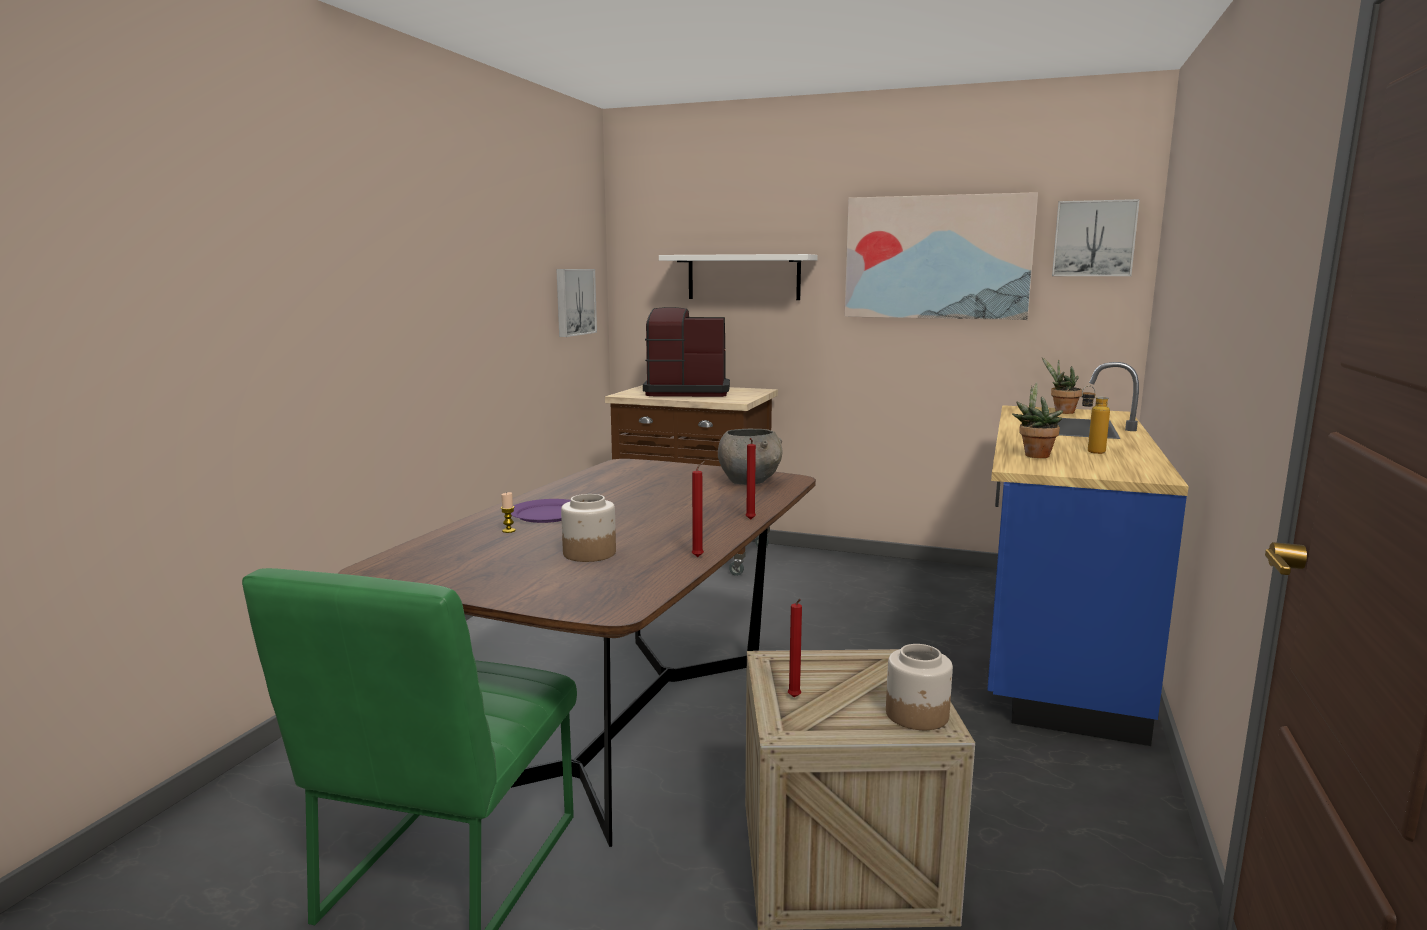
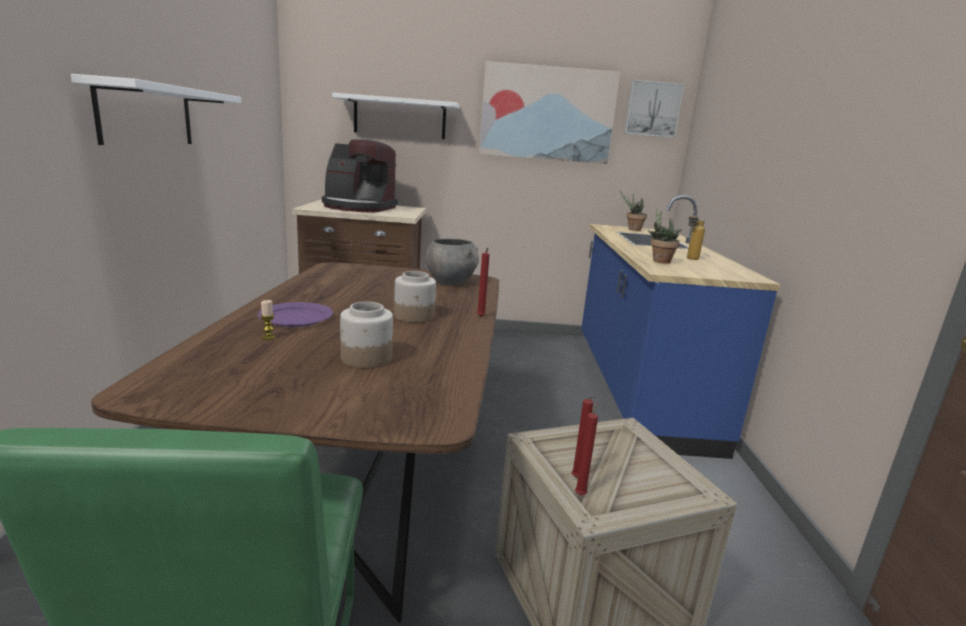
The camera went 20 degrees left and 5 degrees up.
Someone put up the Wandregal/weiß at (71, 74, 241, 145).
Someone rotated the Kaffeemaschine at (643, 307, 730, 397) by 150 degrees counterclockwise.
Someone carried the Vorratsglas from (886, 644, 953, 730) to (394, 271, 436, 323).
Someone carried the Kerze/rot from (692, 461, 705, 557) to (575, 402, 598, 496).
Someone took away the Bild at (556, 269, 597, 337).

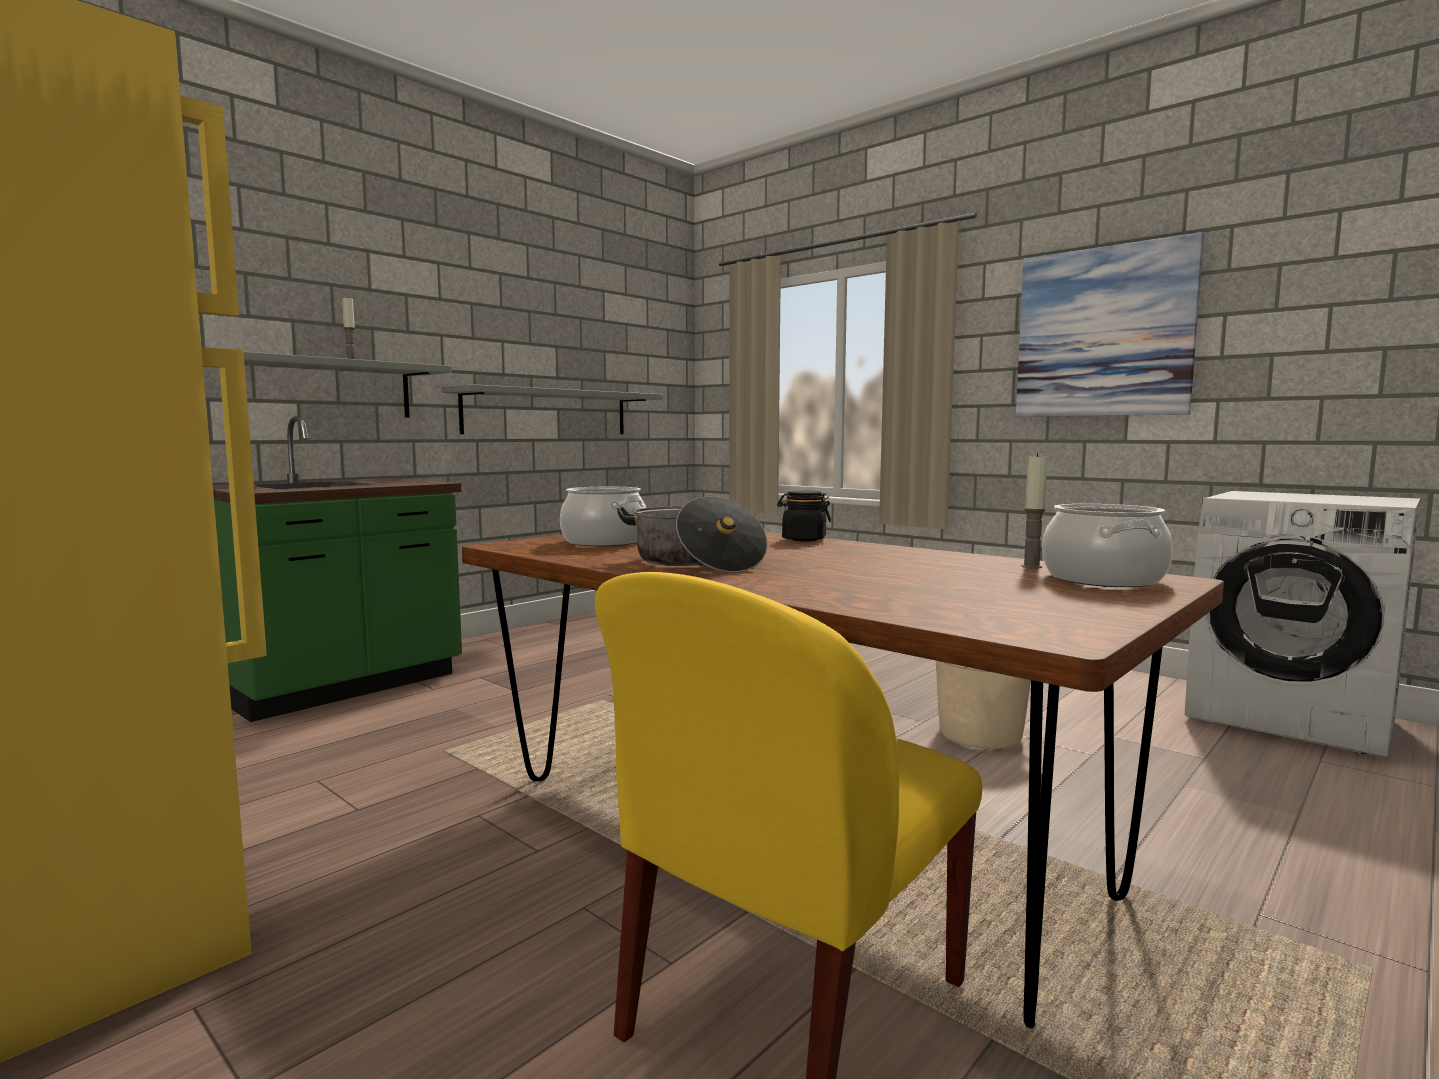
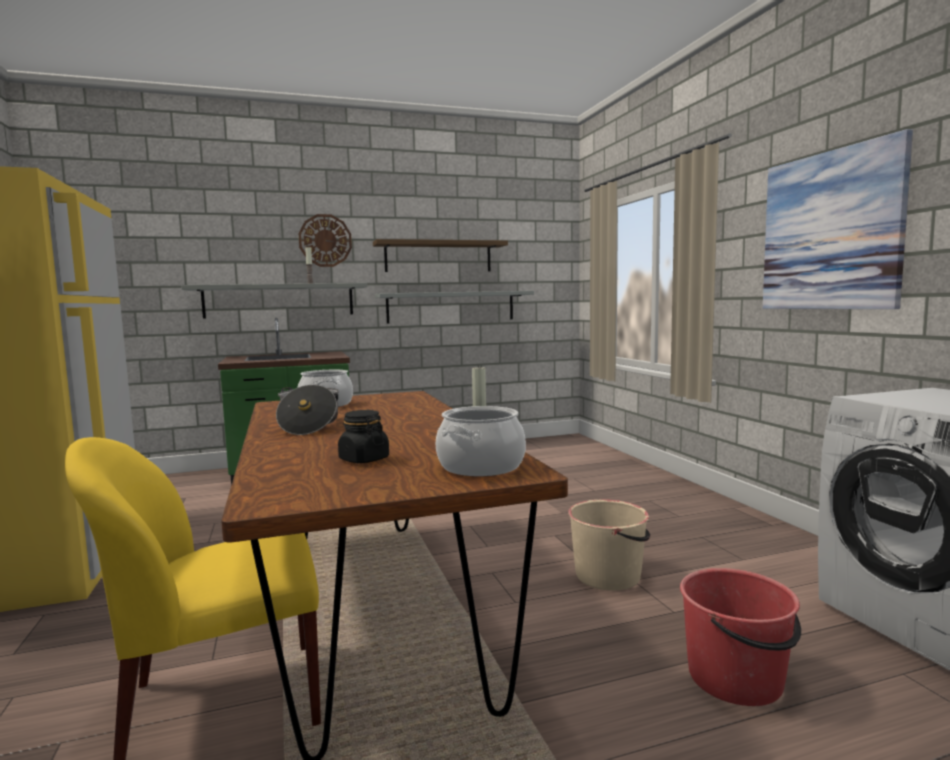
The camera went 30 degrees right and 0 degrees up.
Someone put up the Wanduhr at (298, 214, 352, 267).
Someone carried the Vorratsglas/schwarz from (777, 490, 831, 541) to (338, 410, 389, 463).
Someone put up the Wandregal at (373, 239, 508, 272).
Someone put down the Eimer/rot at (680, 568, 801, 706).

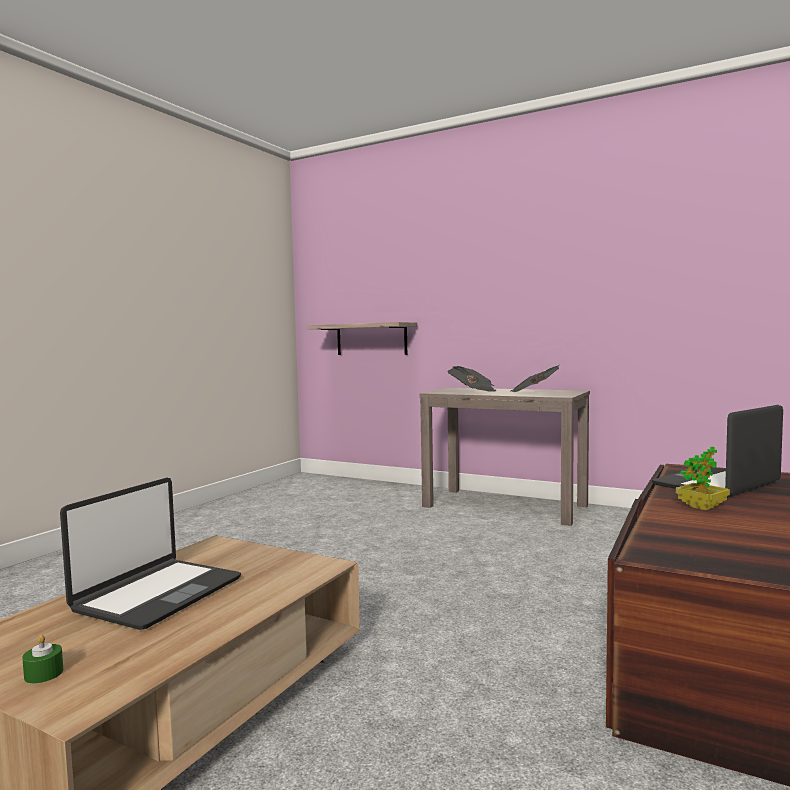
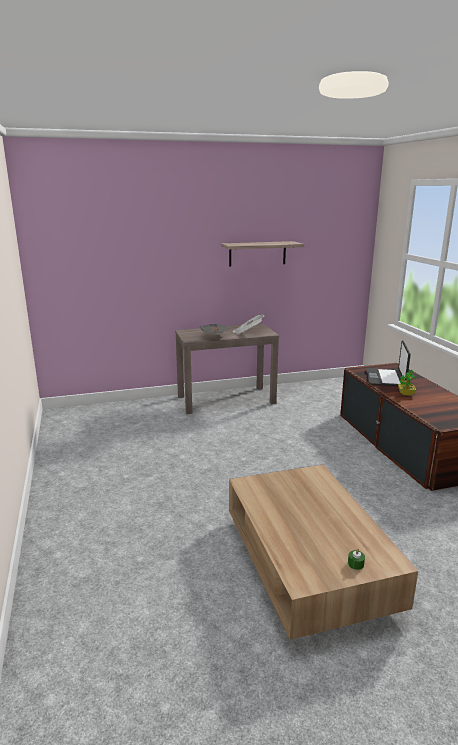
The camera went 45 degrees left and 15 degrees up.
Someone carried the Wandregal from (307, 322, 417, 355) to (221, 241, 305, 267).
Someone took away the Laptop at (60, 478, 241, 630).

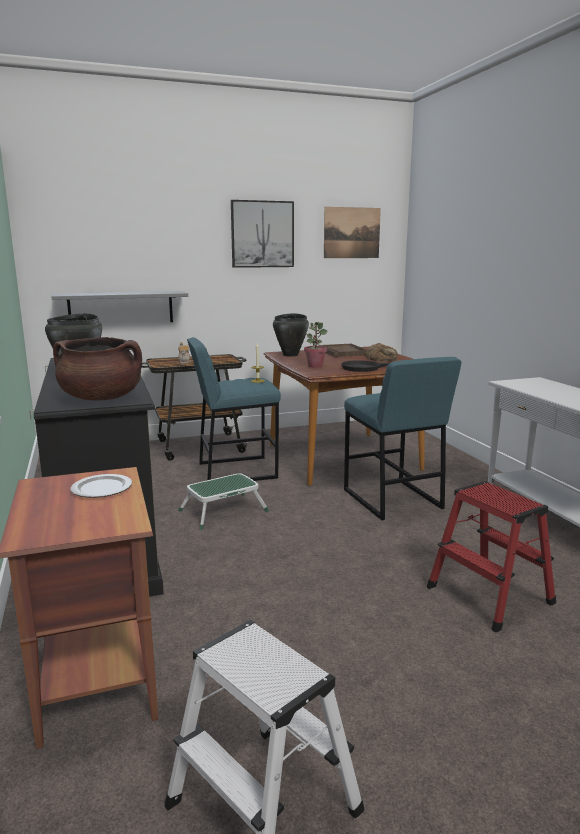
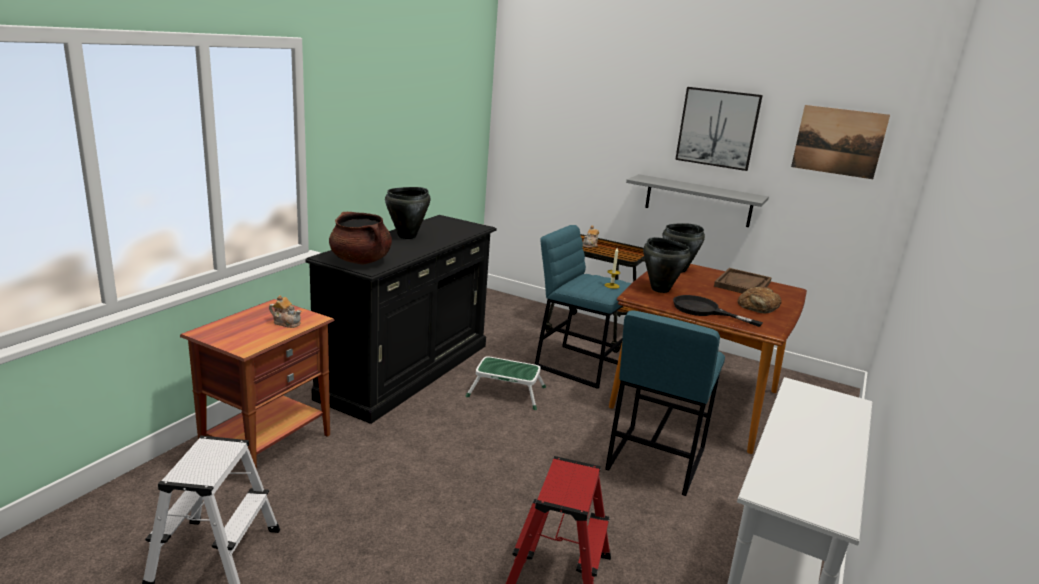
The camera went 45 degrees right and 5 degrees up.
Someone swapped the Teller at (70, 474, 132, 498) for the Teekanne at (269, 295, 301, 328).
Someone carried the Wandregal/grau from (51, 291, 188, 322) to (626, 174, 769, 227).
Someone swapped the Topfpflanze at (304, 322, 328, 368) for the Kochtopf/schwarz at (643, 237, 690, 293).

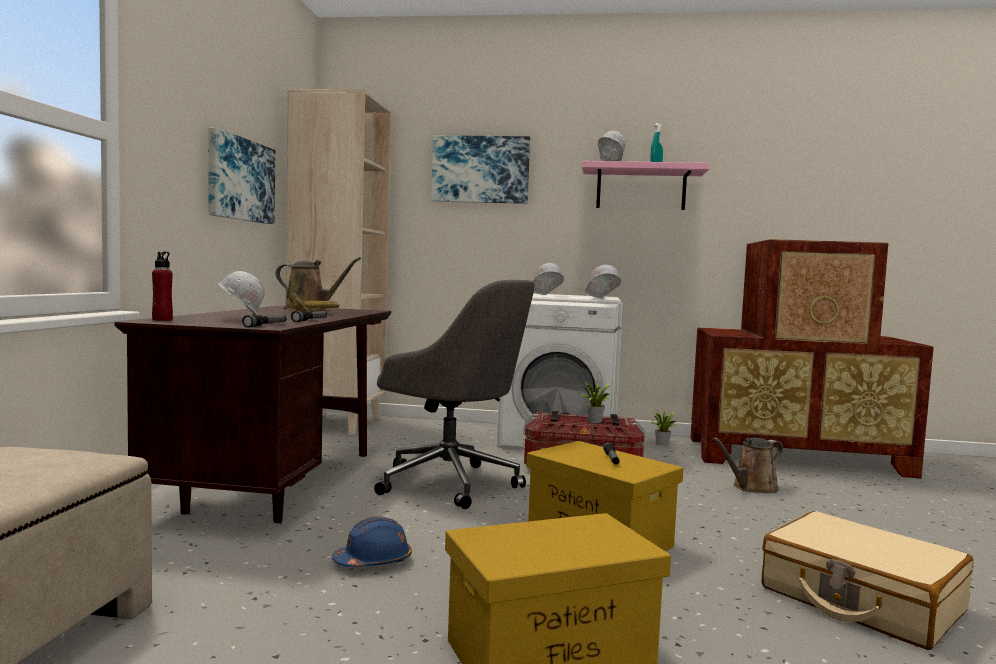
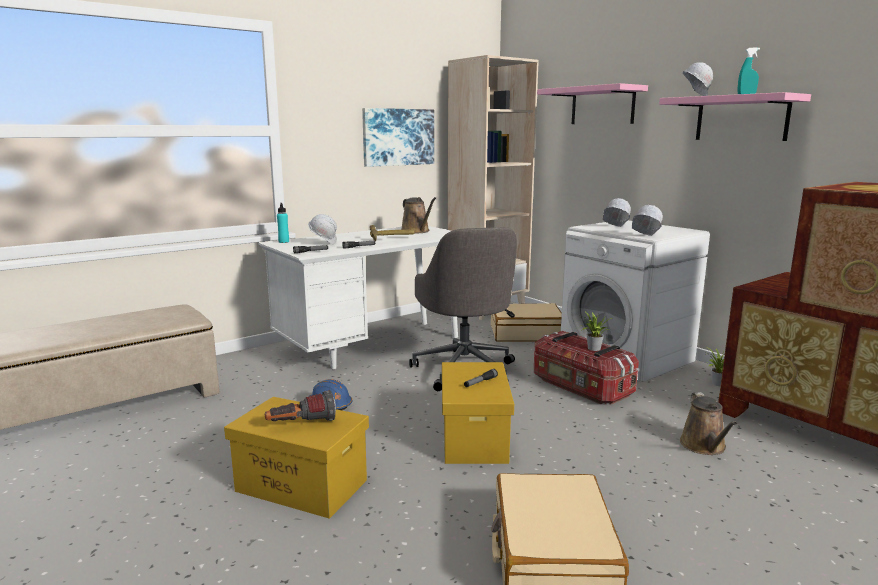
The camera went 45 degrees right and 10 degrees up.
Someone repainted the Schreibtisch/braun at (114, 306, 391, 523), which became the Schreibtisch/weiß at (258, 226, 458, 370).
Someone put down the Taschenlampe at (265, 390, 336, 421).
Someone repainted the Flasche/rot at (152, 252, 173, 321), which became the Flasche/türkis at (277, 203, 289, 243).
Someone put down the Koffer/beige at (491, 303, 562, 342).
Someone swapped the Bild at (431, 135, 530, 204) for the Wandregal/rosa at (537, 83, 648, 124).
Someone rotated the Gießkanne/braun at (712, 437, 783, 493) by 105 degrees counterclockwise.

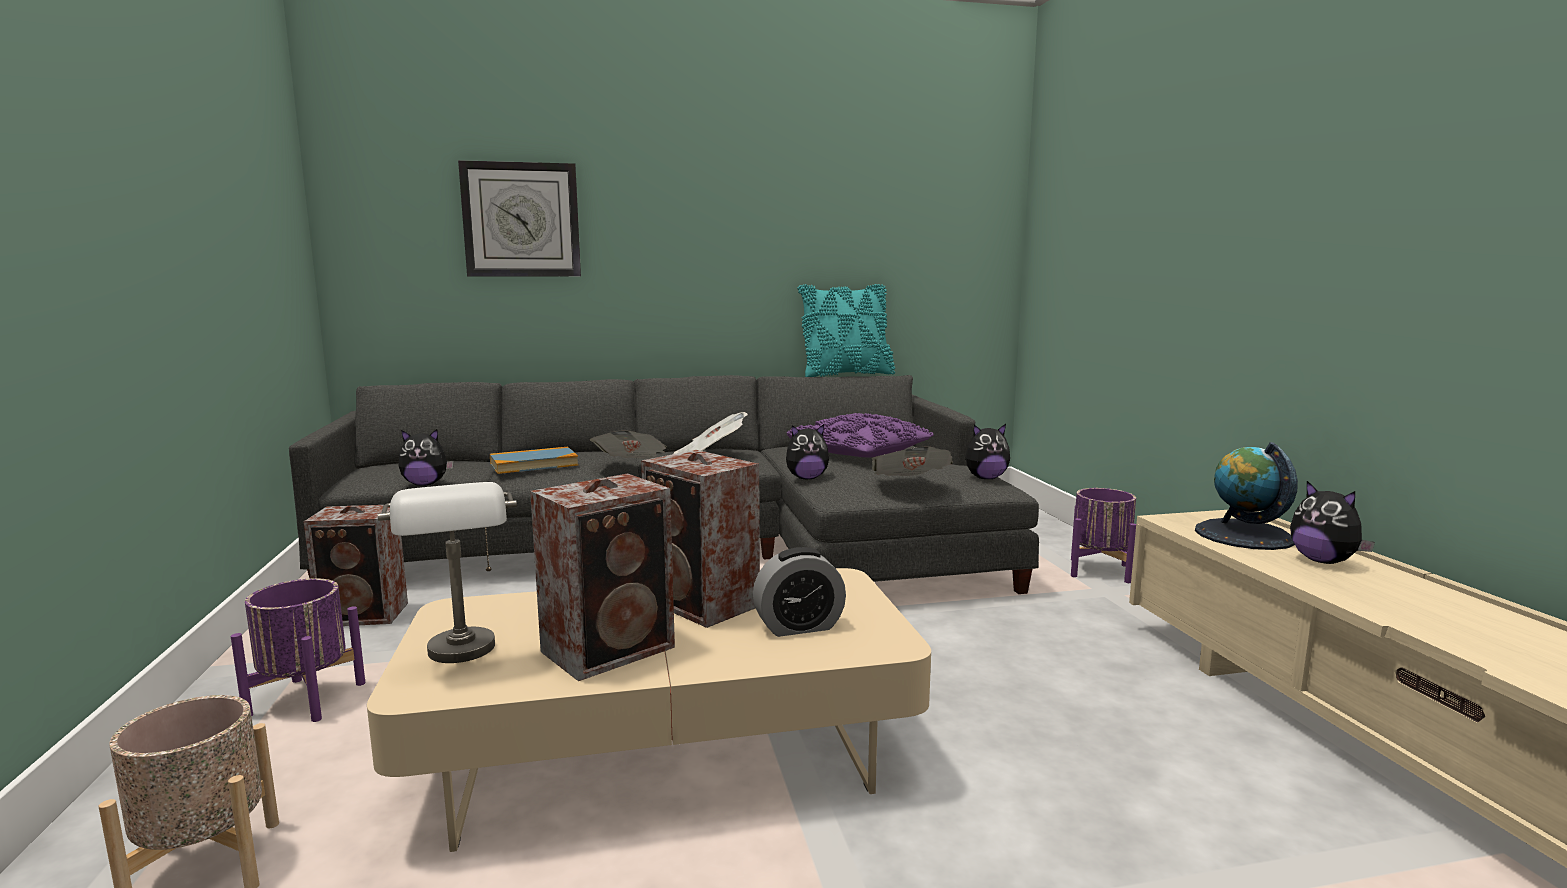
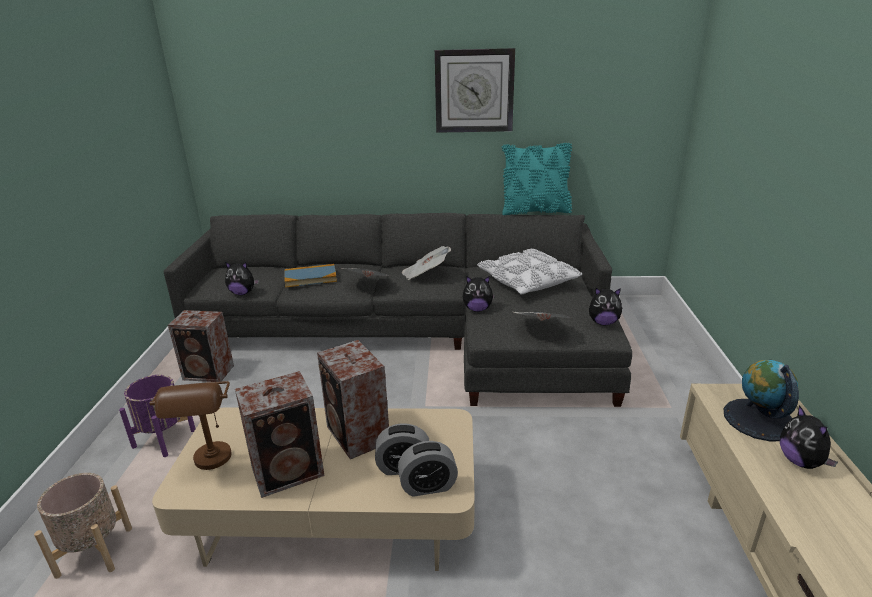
The camera went 15 degrees right and 15 degrees up.
Someone repainted the Tischlampe/grau at (378, 482, 517, 663), which became the Tischlampe/braun at (150, 381, 232, 470).
Someone put down the Wecker at (398, 441, 458, 497).
Someone carried the Wanduhr from (458, 160, 581, 276) to (435, 48, 515, 133).
Someone repainted the Kissen/lila at (787, 413, 934, 457), which became the Kissen/weiß at (477, 249, 582, 295).
Someone took away the Pflanzkübel/lila at (1071, 488, 1136, 583).

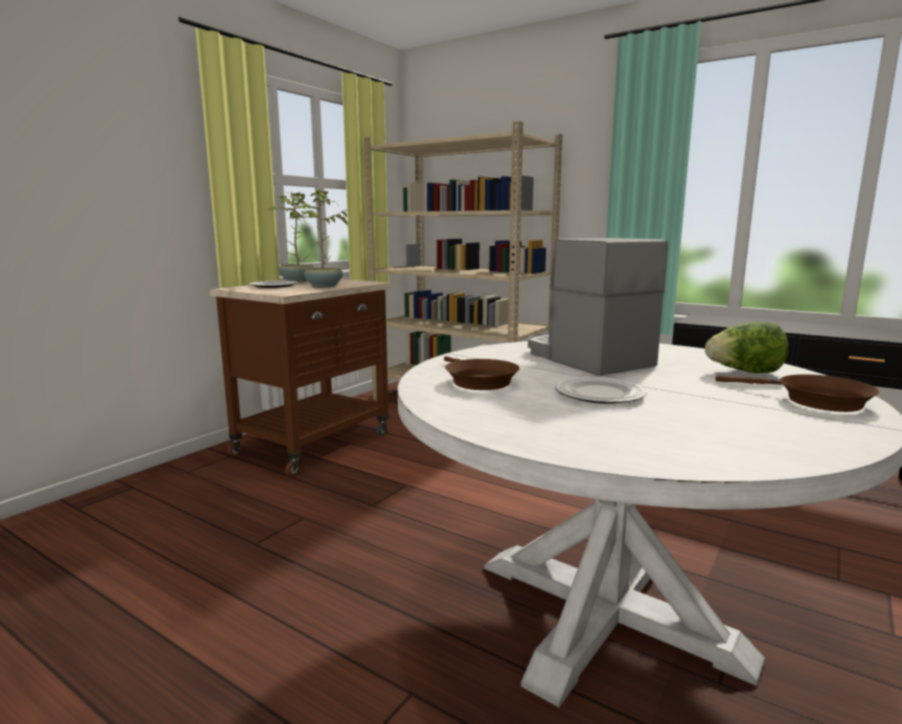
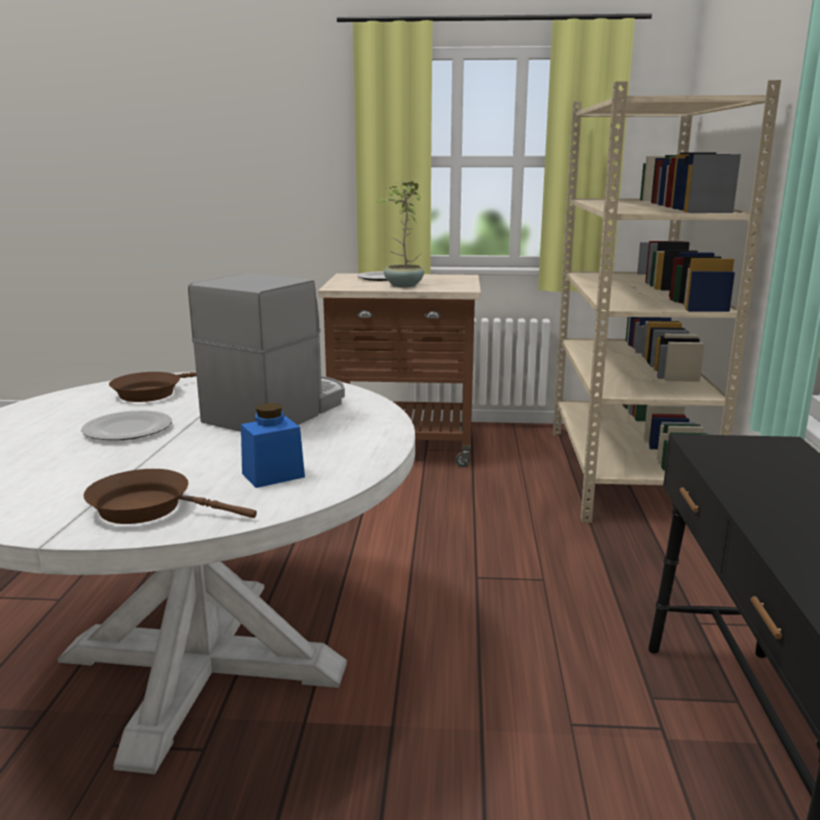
The camera went 60 degrees right and 5 degrees up.
Someone rotated the Pfanne/braun at (715, 374, 879, 412) by 90 degrees clockwise.
Someone swapped the Salatkopf at (705, 321, 788, 373) for the Vorratsglas/blau at (241, 403, 305, 488).
Someone took away the Topfpflanze at (269, 192, 314, 282).

